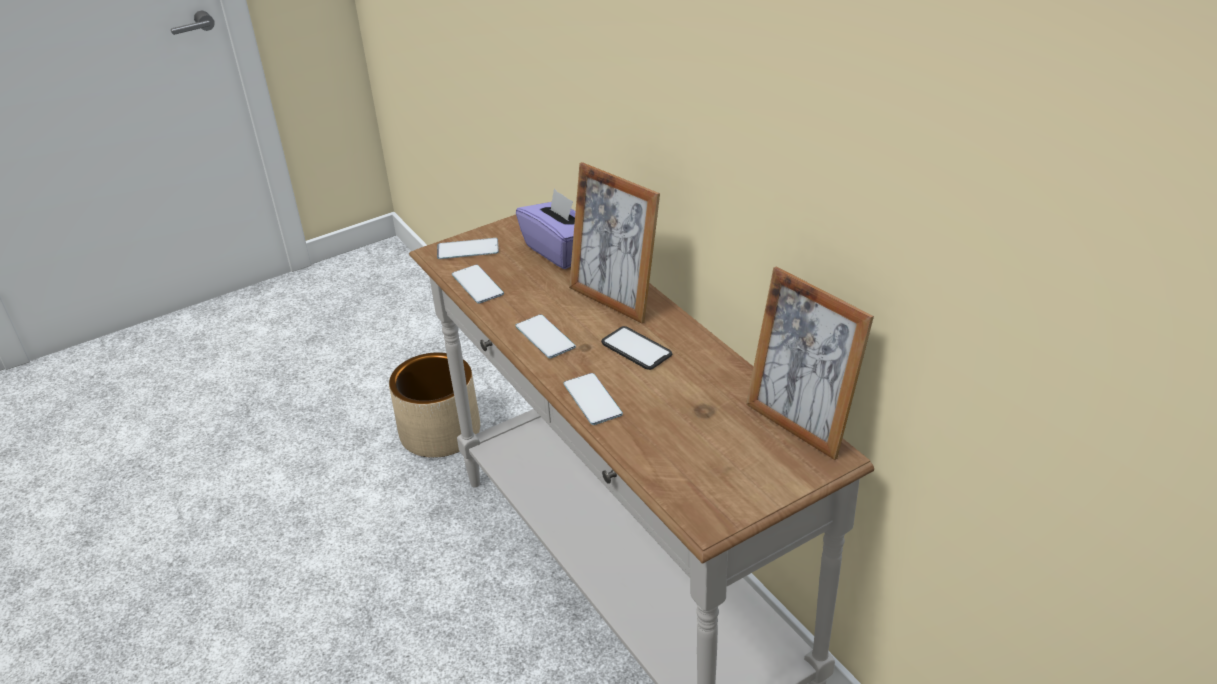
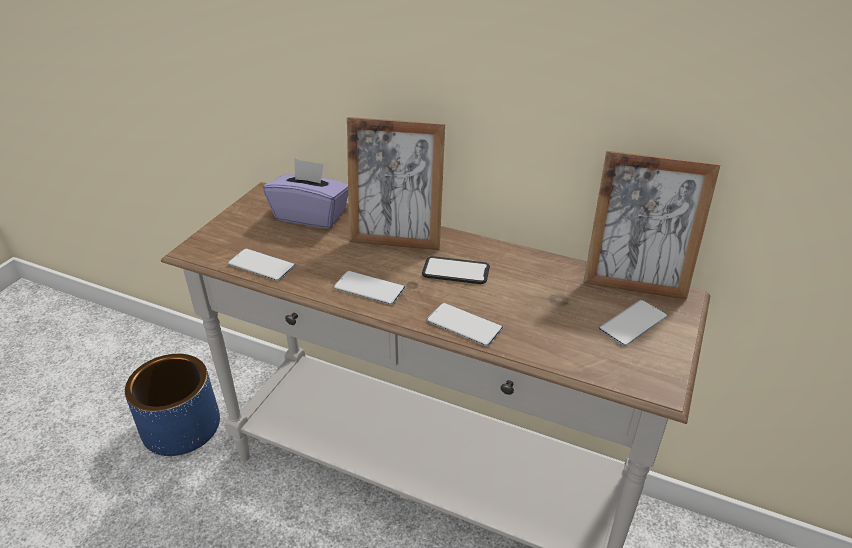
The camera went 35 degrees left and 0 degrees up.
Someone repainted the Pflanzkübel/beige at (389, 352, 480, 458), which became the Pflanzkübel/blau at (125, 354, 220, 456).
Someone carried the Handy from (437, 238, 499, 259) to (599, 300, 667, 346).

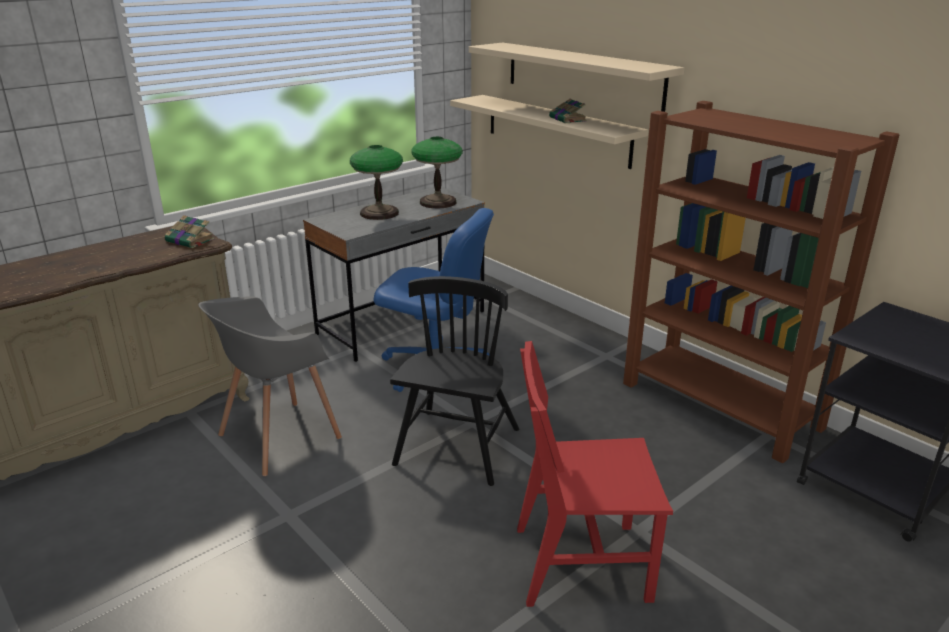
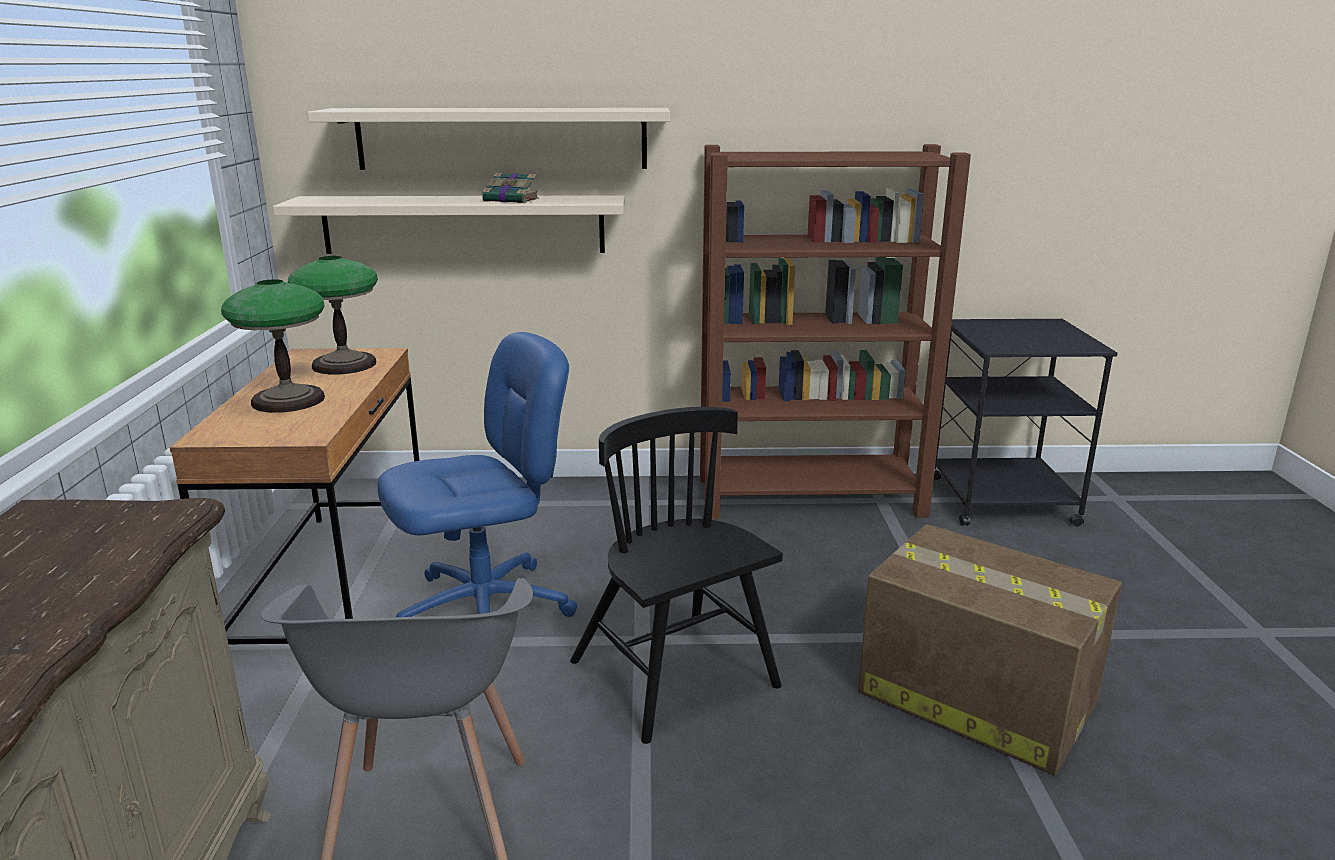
The camera went 50 degrees left and 5 degrees down.
Someone repainted the Schreibtisch/grau at (303, 187, 485, 362), which became the Schreibtisch/braun at (169, 348, 420, 645).
Someone swapped the Stuhl/rot at (517, 341, 673, 607) for the Karton at (858, 524, 1122, 776).
Someone took away the Buch at (165, 215, 214, 248).

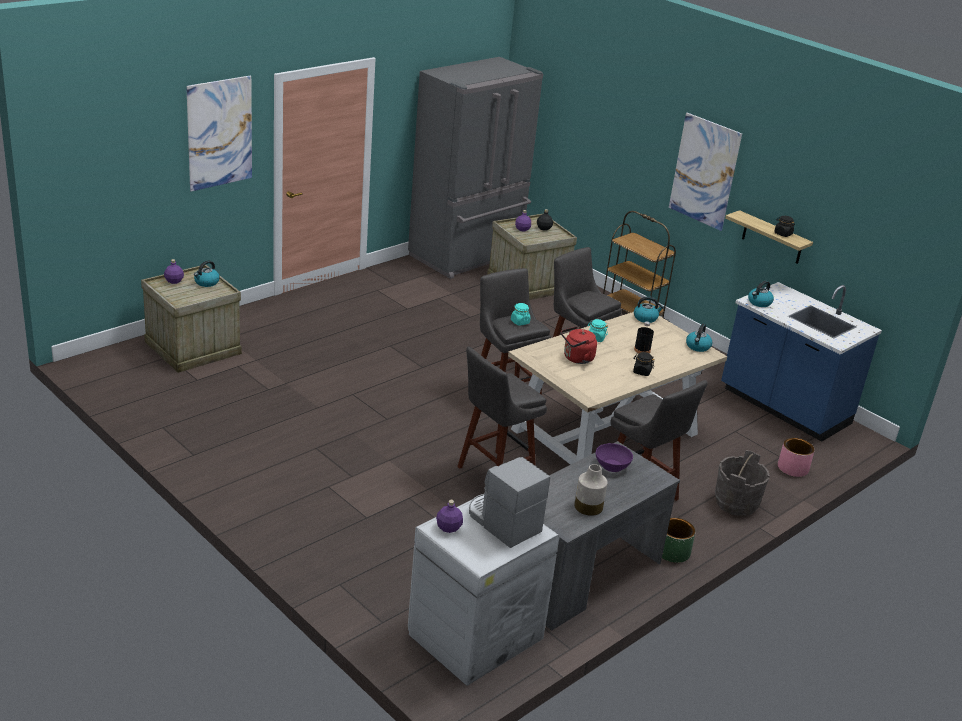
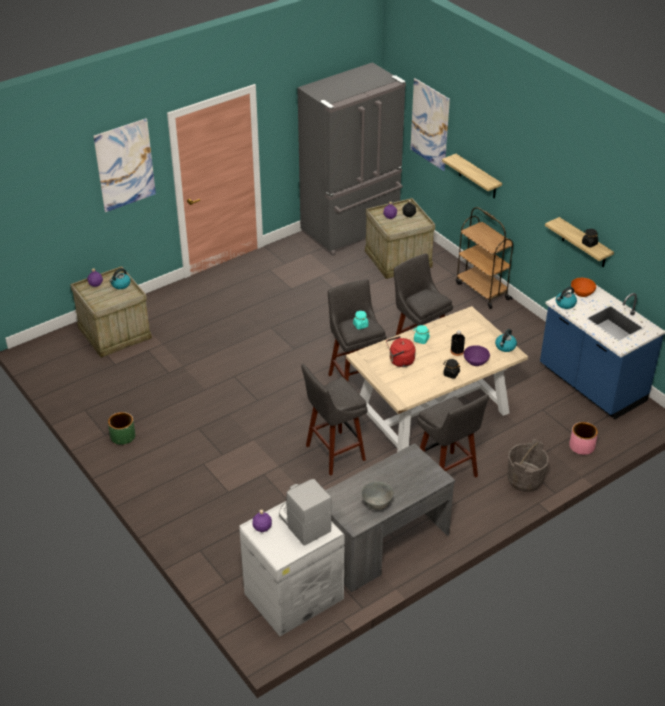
The camera went 10 degrees right and 10 degrees up.
Someone carried the Pflanzkübel/grün from (662, 518, 696, 563) to (108, 412, 136, 445).
Someone swapped the Vase/beige at (574, 464, 608, 516) for the Schüssel/grau at (361, 482, 394, 510).
Someone carried the Bild from (669, 113, 742, 231) to (410, 78, 450, 171).
Someone put up the Wandregal at (442, 154, 502, 198).
Someone carried the Schüssel/lila from (596, 443, 633, 472) to (464, 345, 490, 366).
Someone put down the Schüssel/orange at (571, 278, 596, 297).
Someone took away the Wasserkessel at (634, 296, 664, 323).

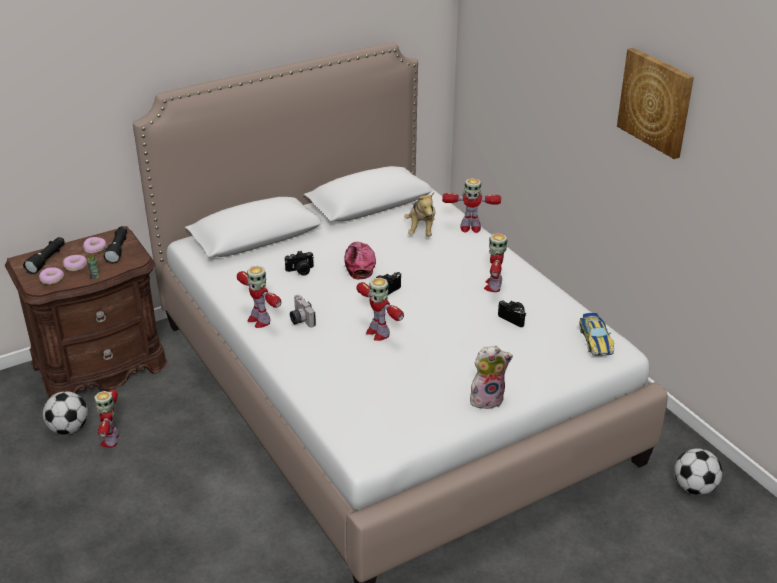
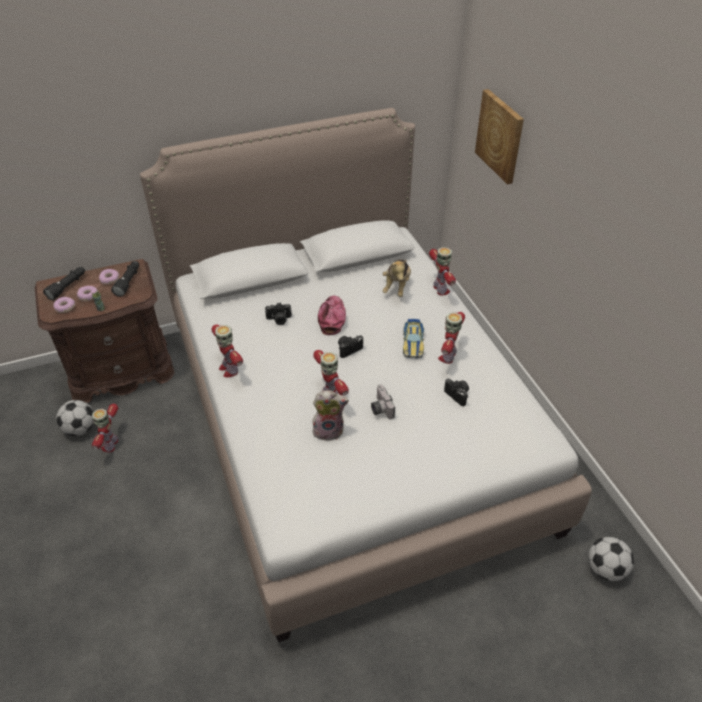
The camera went 10 degrees right and 10 degrees up.
Someone carried the Plüschtier from (470, 346, 513, 409) to (312, 390, 349, 441).
Someone carried the Kamera from (290, 295, 316, 327) to (371, 384, 395, 419).
Someone carried the Spielzeugauto from (579, 313, 614, 356) to (403, 319, 425, 358).
Someone rotated the Spielzeugroboter at (442, 178, 501, 233) by 120 degrees counterclockwise.
Someone carried the Bild from (617, 48, 694, 159) to (475, 89, 524, 185).

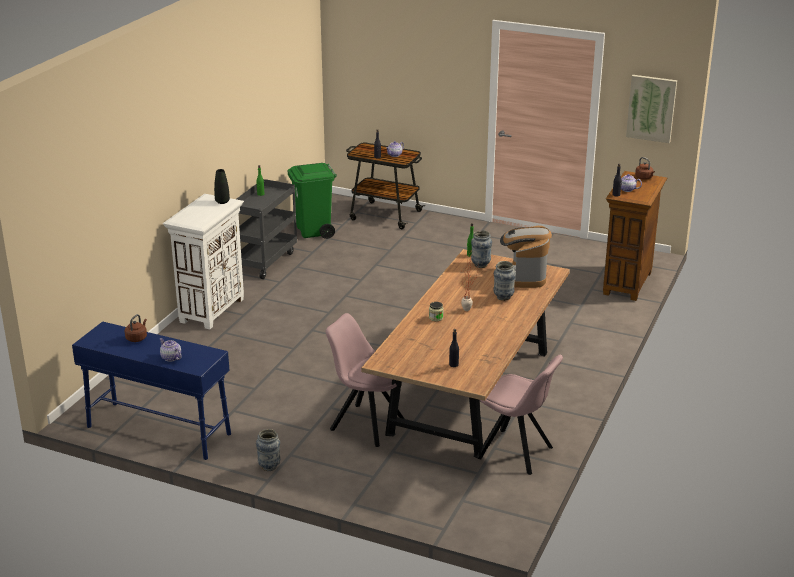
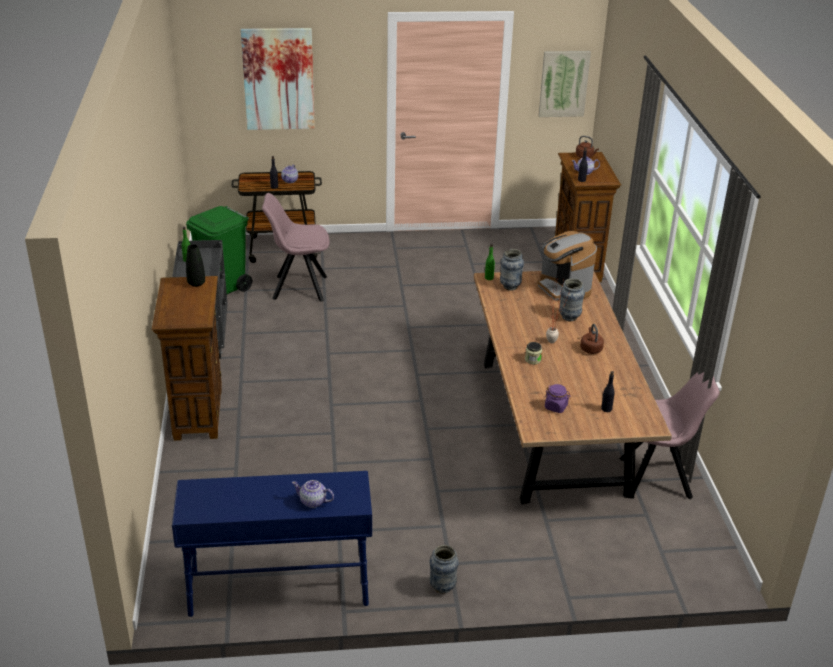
The camera went 30 degrees left and 5 degrees up.
Someone repainted the Schrank/weiß at (163, 194, 244, 329), which became the Schrank/braun at (152, 276, 222, 441).
Someone put up the Bild at (241, 28, 315, 130).
Someone carried the Stuhl/rosa from (326, 313, 405, 447) to (262, 193, 330, 302).
Someone put down the Vorratsglas/lila at (544, 384, 571, 413).
Someone carried the Wasserkessel/braun from (125, 314, 147, 342) to (580, 324, 604, 354).

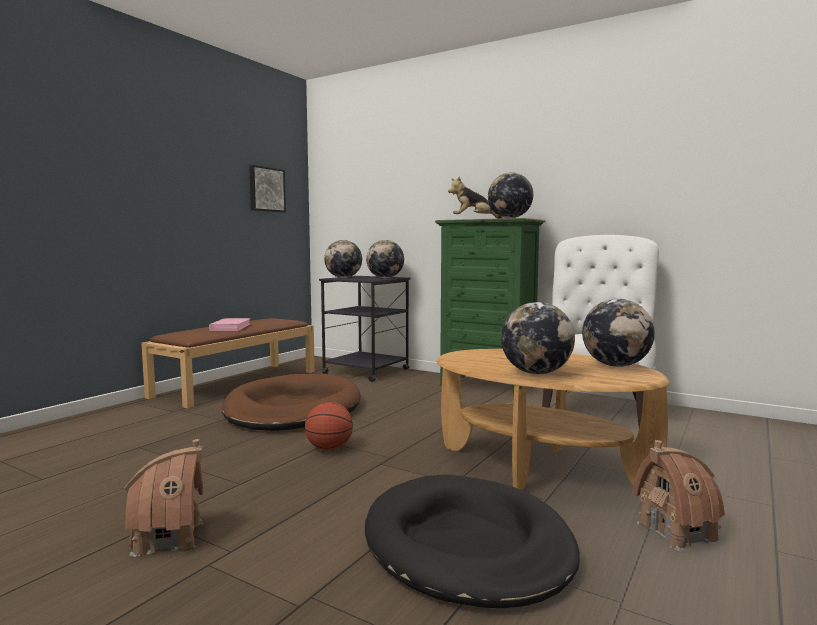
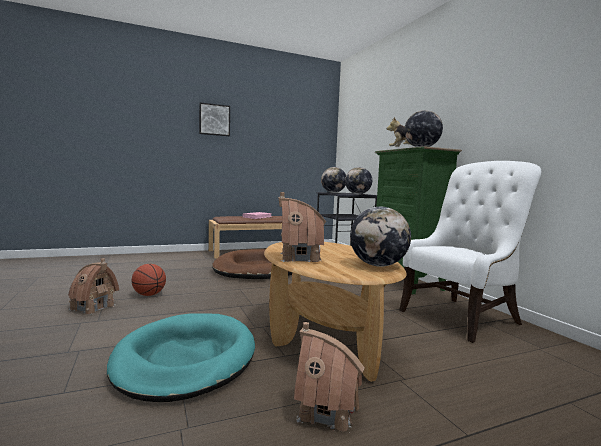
The camera went 35 degrees right and 0 degrees up.
Someone repainted the Hundebett/schwarz at (365, 474, 580, 608), which became the Hundebett/türkis at (107, 313, 255, 402).
Someone carried the Basketball from (305, 402, 353, 450) to (132, 264, 166, 296).
Someone carried the Bild from (249, 165, 286, 212) to (199, 102, 230, 136).
Someone swapped the Globus at (501, 302, 575, 374) for the Spielzeughaus at (278, 192, 326, 262).

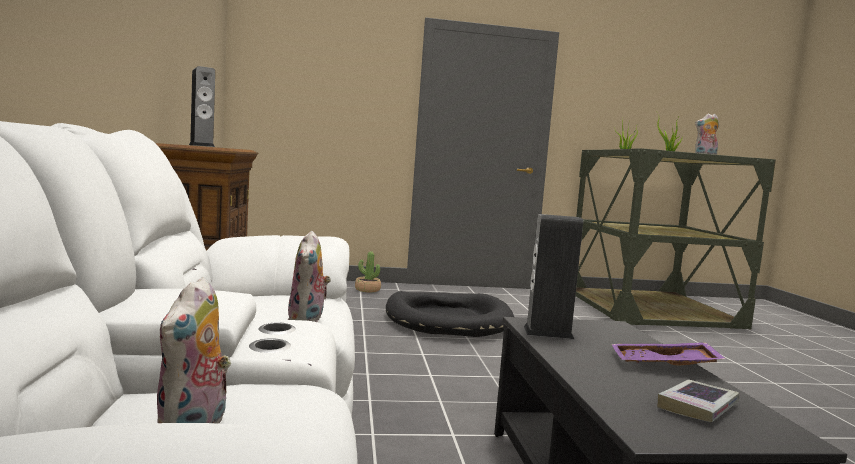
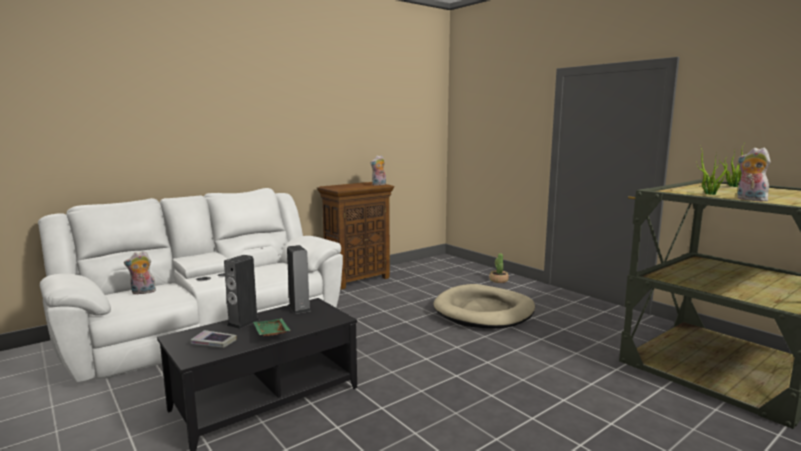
The camera went 60 degrees right and 5 degrees up.
Someone carried the Lautsprecher from (189, 66, 215, 147) to (224, 255, 259, 329).
Someone repainted the Tablett/lila at (611, 342, 726, 365), which became the Tablett/grün at (253, 319, 290, 336).
Someone carried the Plüschtier from (288, 231, 331, 322) to (370, 155, 386, 186).
Someone repainted the Hundebett/schwarz at (386, 291, 514, 337), which became the Hundebett/beige at (433, 284, 535, 328).

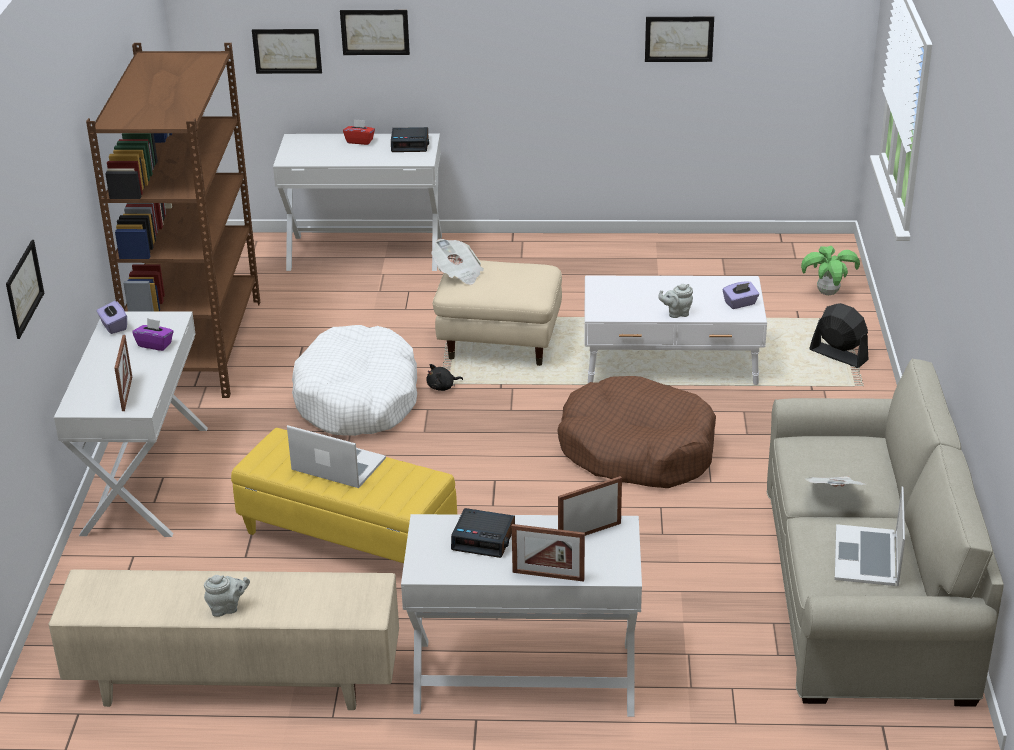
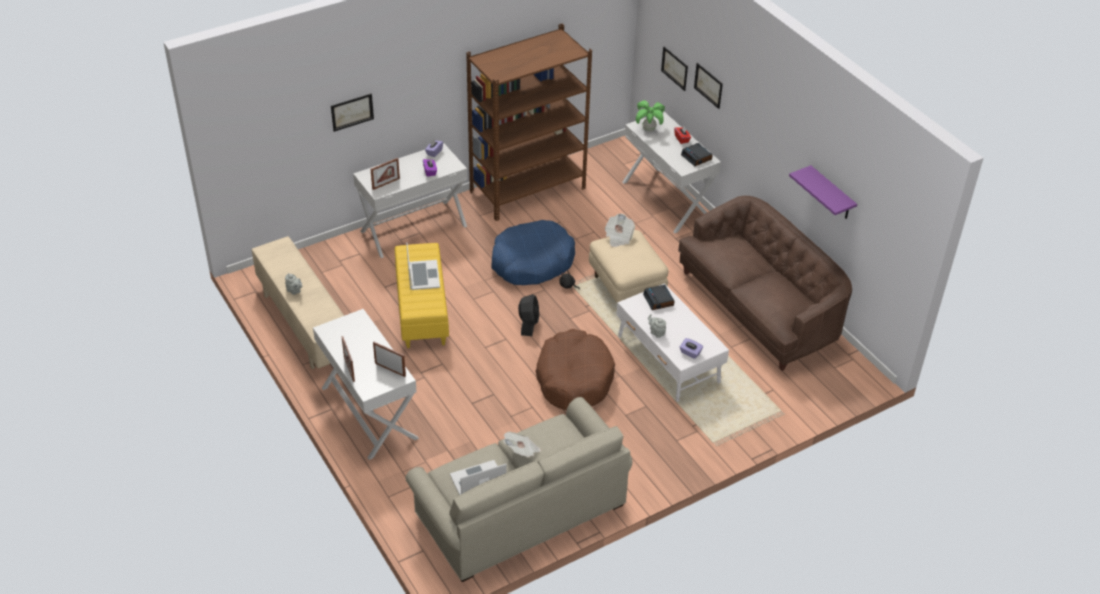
The camera went 55 degrees right and 10 degrees up.
Someone repainted the Hundebett/weiß at (292, 325, 417, 436), which became the Hundebett/blau at (491, 220, 575, 285).
Someone carried the Ventilator/schwarz from (809, 303, 869, 368) to (518, 294, 539, 336).
Someone carried the Topfpflanze from (801, 246, 860, 295) to (636, 100, 665, 131).
Someone carried the Wecker from (451, 508, 515, 558) to (643, 285, 674, 310).
Someone put down the Sofa/braun at (678, 196, 852, 371).
Someone swapped the Bild at (645, 17, 714, 62) for the Wandregal/lila at (789, 165, 857, 219).

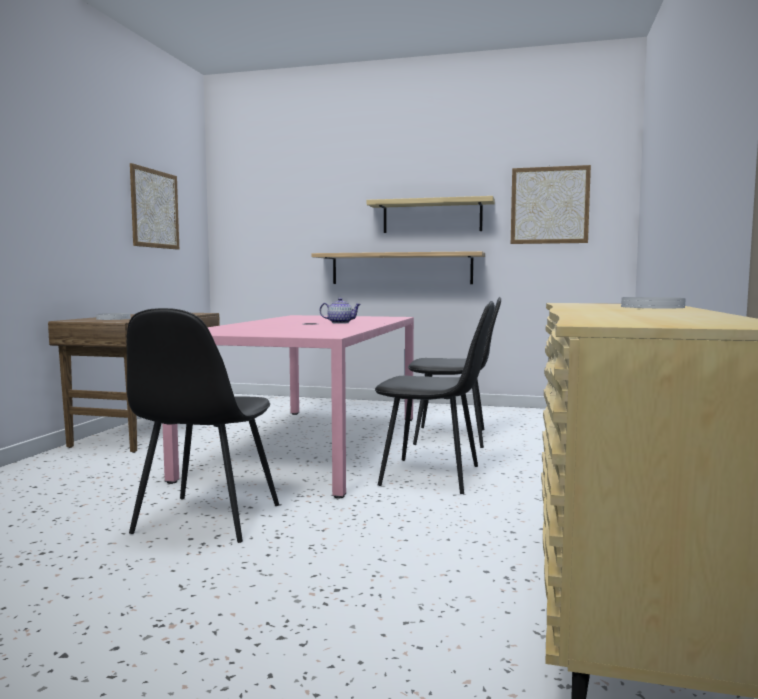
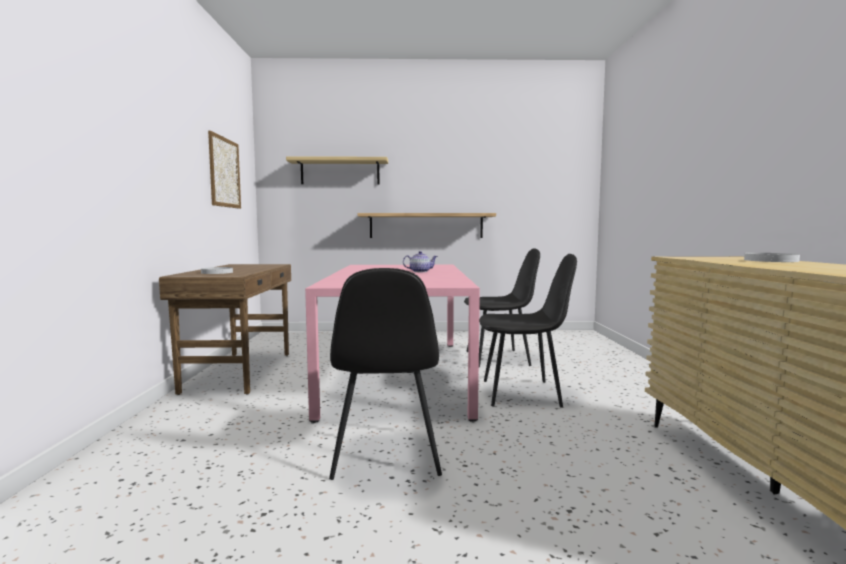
The camera went 15 degrees left and 0 degrees up.
Someone carried the Wandregal from (366, 196, 495, 233) to (286, 156, 388, 184).
Someone took away the Bild at (511, 165, 591, 244).

